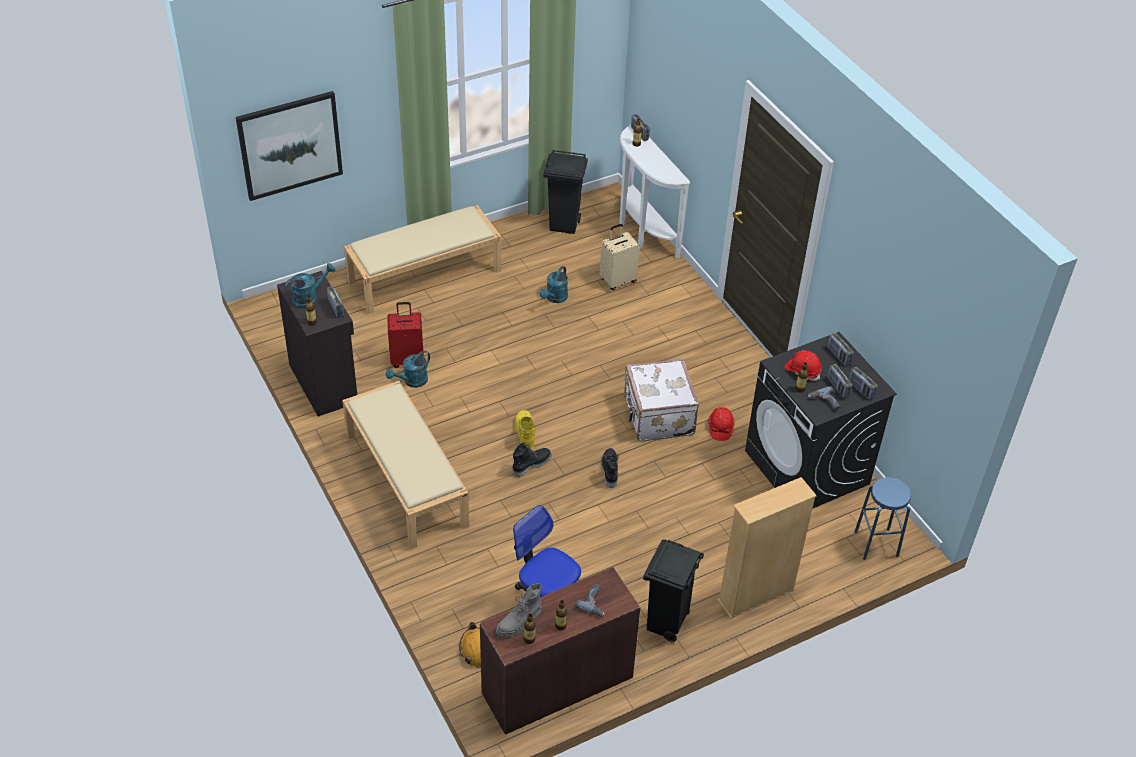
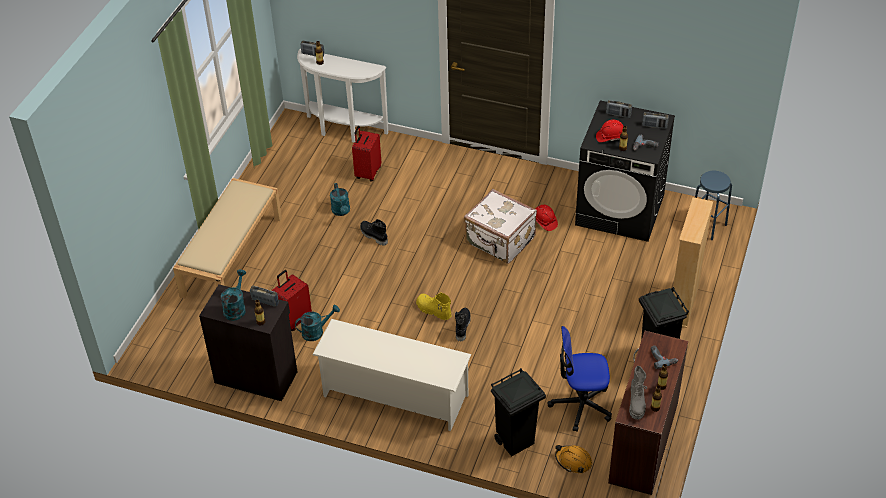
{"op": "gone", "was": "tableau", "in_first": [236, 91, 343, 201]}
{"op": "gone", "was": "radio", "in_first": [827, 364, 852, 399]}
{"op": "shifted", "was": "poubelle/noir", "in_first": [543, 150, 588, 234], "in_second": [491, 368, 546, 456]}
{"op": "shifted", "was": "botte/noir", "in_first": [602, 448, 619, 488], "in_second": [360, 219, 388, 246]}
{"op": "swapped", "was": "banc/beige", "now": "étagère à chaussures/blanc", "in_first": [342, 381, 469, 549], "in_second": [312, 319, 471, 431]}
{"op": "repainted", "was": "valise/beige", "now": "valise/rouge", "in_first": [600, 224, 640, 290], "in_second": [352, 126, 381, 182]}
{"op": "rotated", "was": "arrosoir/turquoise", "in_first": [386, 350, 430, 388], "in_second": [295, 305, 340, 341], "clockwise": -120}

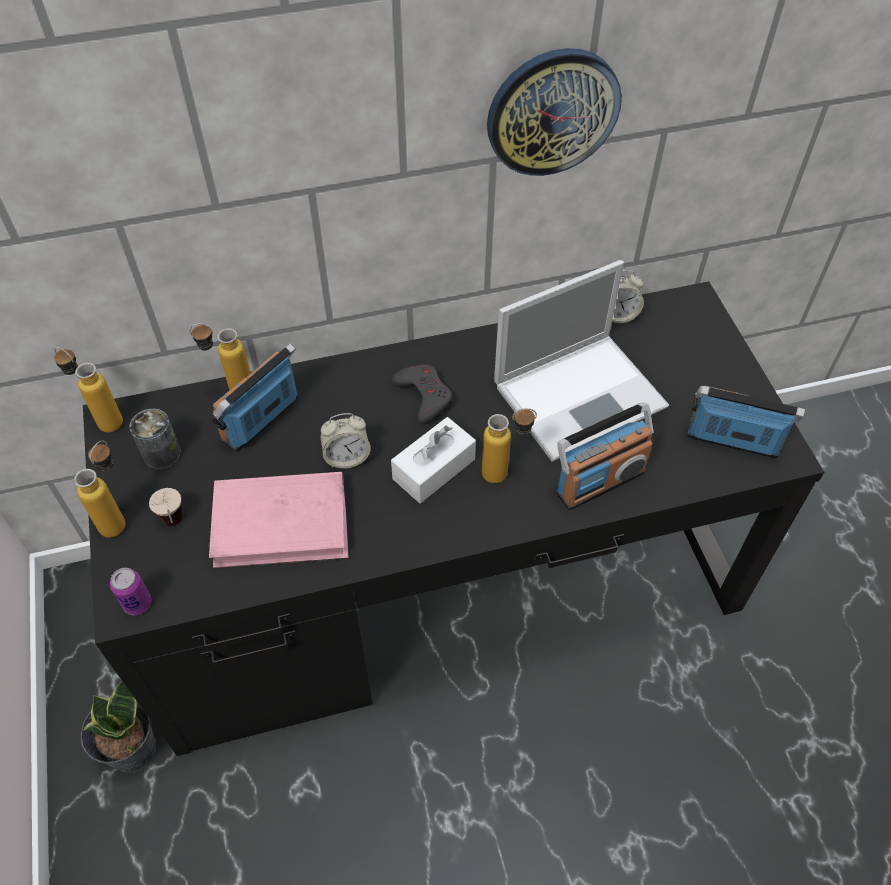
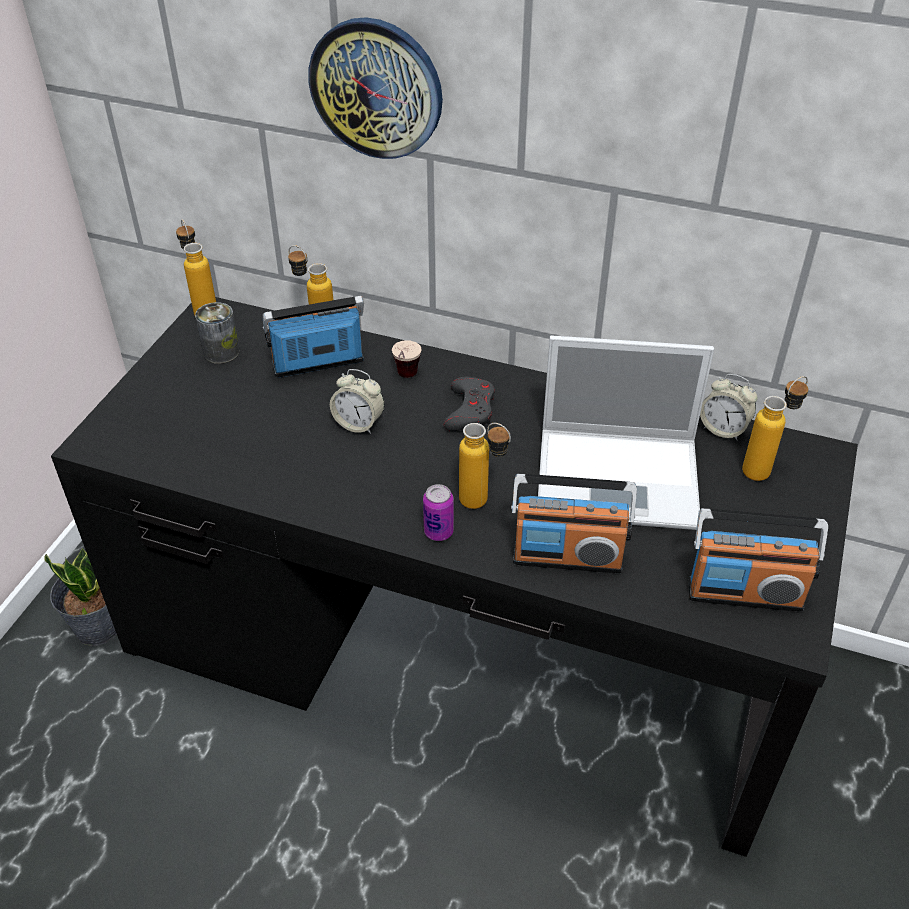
{"op": "gone", "was": "livre/rose", "in_first": [209, 472, 349, 568]}
{"op": "gone", "was": "boîte à mouchoirs/blanc", "in_first": [391, 417, 476, 503]}
{"op": "shifted", "was": "bouteille", "in_first": [74, 441, 126, 538], "in_second": [742, 376, 808, 481]}
{"op": "shifted", "was": "boîte métallique", "in_first": [110, 568, 151, 615], "in_second": [423, 484, 454, 541]}
{"op": "shifted", "was": "tasse", "in_first": [149, 488, 183, 526], "in_second": [392, 340, 421, 378]}
{"op": "shifted", "was": "horloge murale", "in_first": [487, 48, 622, 176], "in_second": [308, 17, 443, 159]}
{"op": "rotated", "was": "radio", "in_first": [687, 386, 806, 459], "in_second": [689, 508, 828, 612], "clockwise": 135}

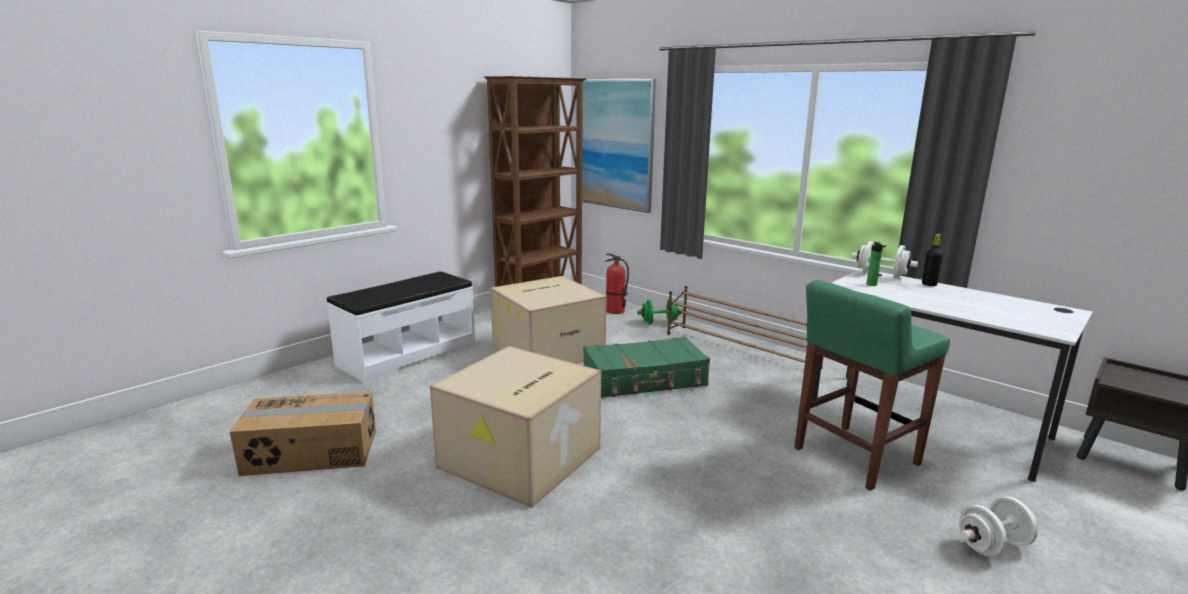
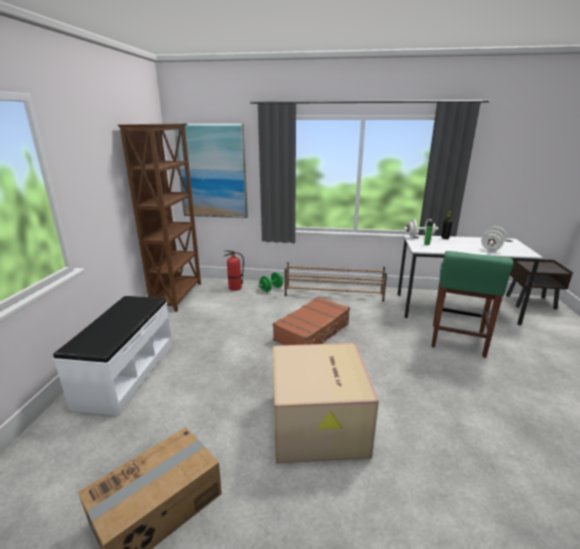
{"op": "gone", "was": "carton", "in_first": [491, 276, 607, 364]}
{"op": "shifted", "was": "haltère/blanc", "in_first": [959, 497, 1038, 556], "in_second": [481, 227, 507, 251]}
{"op": "repainted", "was": "valise/vert", "now": "valise/marron", "in_first": [583, 336, 710, 398], "in_second": [273, 296, 350, 345]}

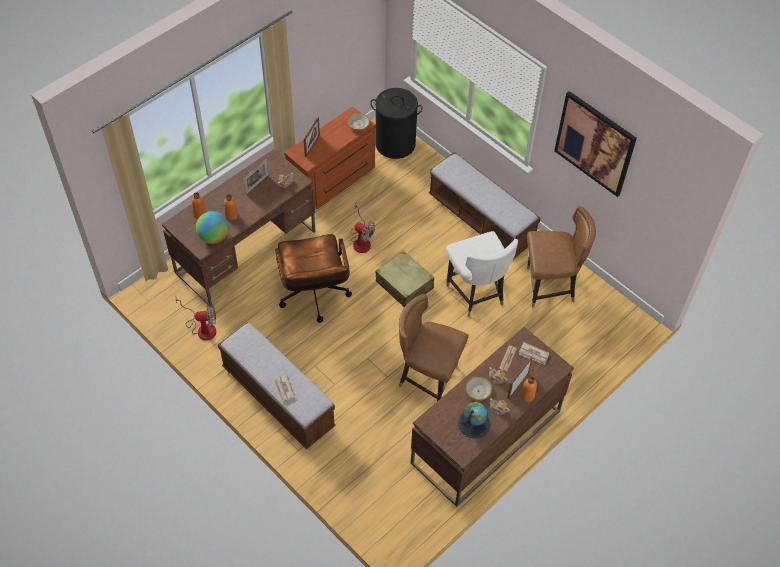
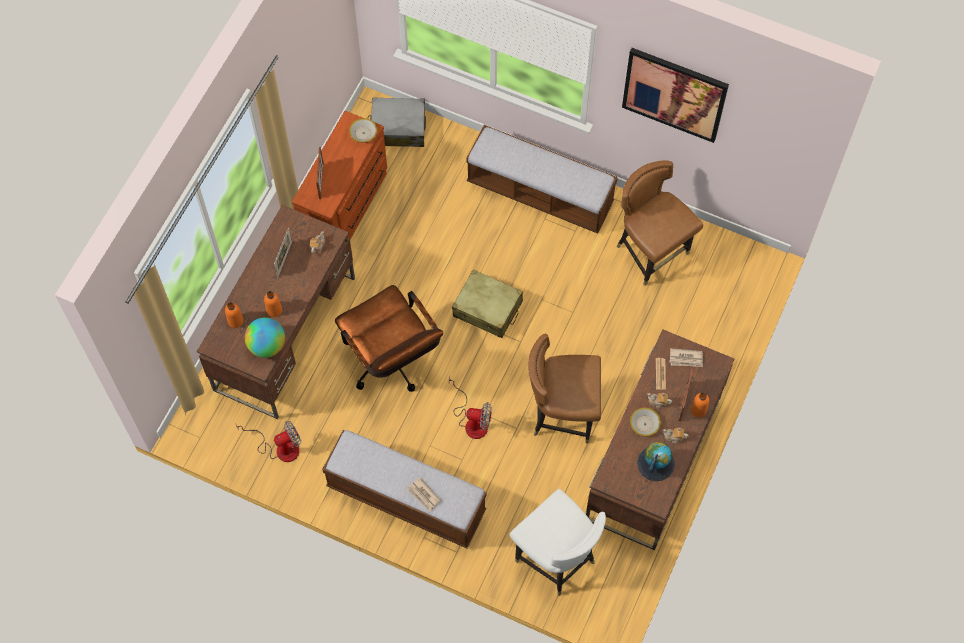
{"op": "shifted", "was": "ventilateur", "in_first": [351, 203, 375, 253], "in_second": [449, 376, 492, 439]}
{"op": "shifted", "was": "chaise/blanc", "in_first": [446, 231, 518, 317], "in_second": [510, 489, 606, 596]}
{"op": "swapped", "was": "panier à linge/noir", "now": "valise/gris", "in_first": [370, 88, 423, 159], "in_second": [367, 97, 426, 147]}
{"op": "rotated", "was": "chaise/marron", "in_first": [527, 206, 596, 308], "in_second": [616, 160, 703, 286], "clockwise": -105}

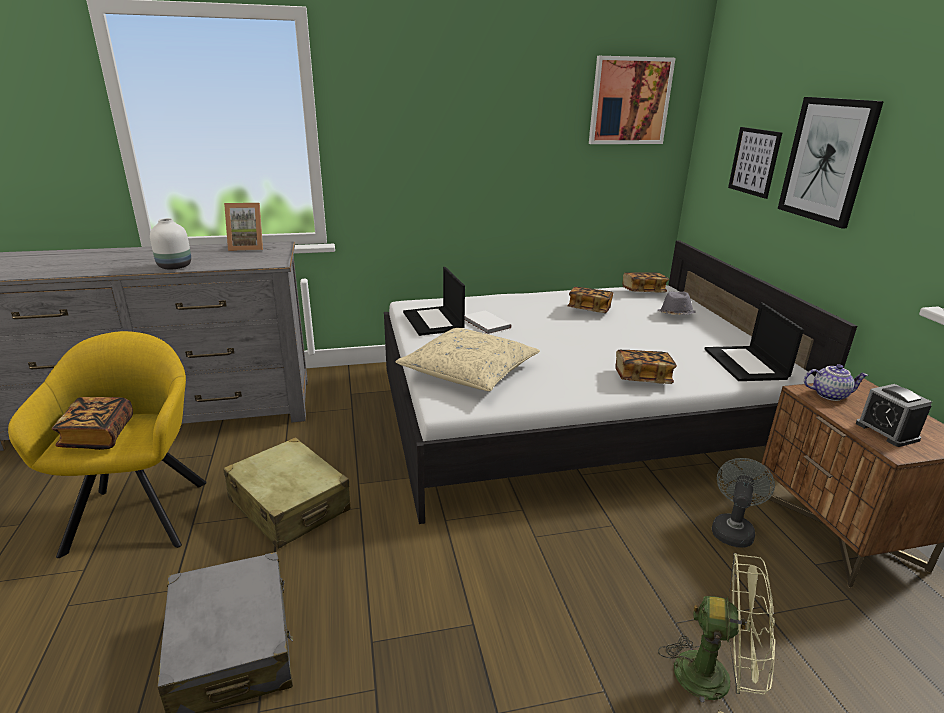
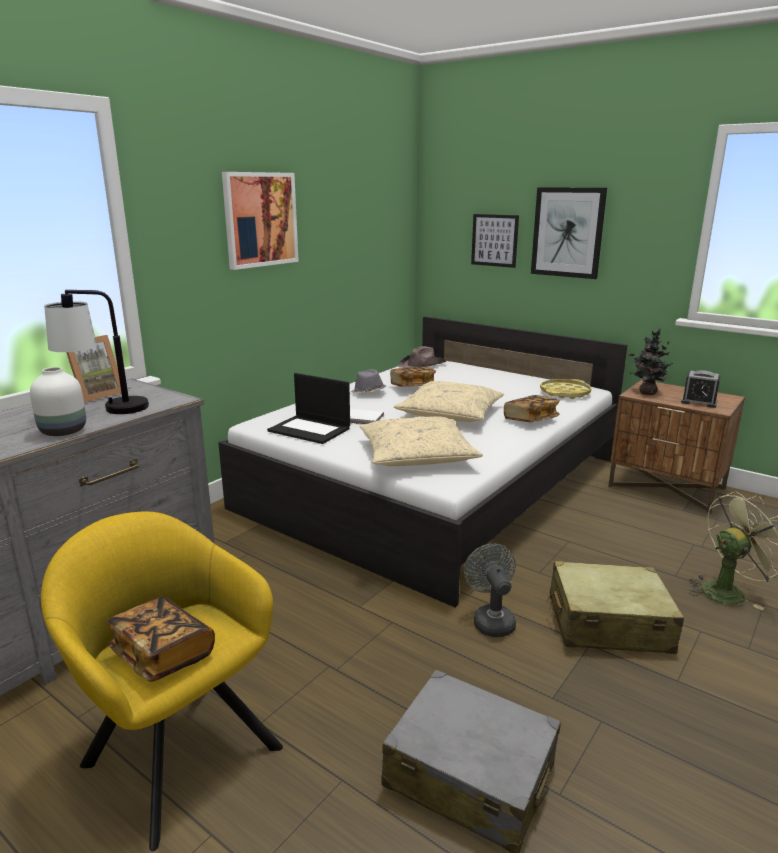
{"op": "new", "now": "lampe de table", "in_second": [44, 290, 149, 414]}
{"op": "new", "now": "coussin/beige", "in_second": [394, 381, 504, 422]}
{"op": "shifted", "was": "valise/beige", "in_first": [223, 437, 350, 549], "in_second": [547, 561, 684, 654]}
{"op": "shifted", "was": "tableau", "in_first": [589, 56, 675, 144], "in_second": [222, 172, 299, 270]}
{"op": "shifted", "was": "chapeau/gris", "in_first": [658, 292, 696, 315], "in_second": [351, 369, 386, 393]}
{"op": "shifted", "was": "ventilateur/gris", "in_first": [712, 458, 775, 548], "in_second": [464, 544, 516, 637]}
{"op": "swapped", "was": "livre", "now": "chapeau/marron", "in_first": [623, 272, 669, 293], "in_second": [398, 346, 446, 368]}
{"op": "swapped", "was": "ordinateur portable", "now": "plateau/jaune", "in_first": [705, 302, 804, 381], "in_second": [540, 379, 591, 399]}
{"op": "swapped", "was": "théière", "now": "plante en pot", "in_first": [804, 364, 868, 401], "in_second": [628, 328, 678, 395]}

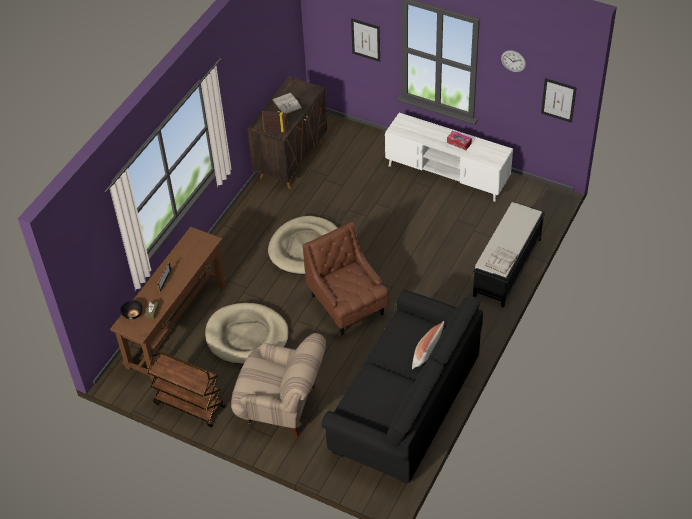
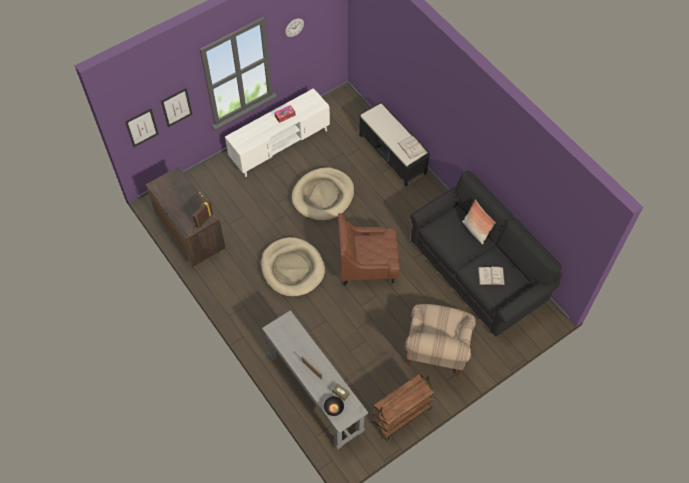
{"op": "shifted", "was": "panier pour chien/beige", "in_first": [205, 303, 289, 365], "in_second": [292, 167, 354, 221]}
{"op": "shifted", "was": "livre/blanc", "in_first": [272, 93, 302, 114], "in_second": [478, 266, 505, 285]}
{"op": "shifted", "was": "tableau", "in_first": [541, 78, 577, 123], "in_second": [125, 108, 159, 147]}
{"op": "repainted", "was": "table console/marron", "now": "table console/gris", "in_first": [110, 227, 226, 381], "in_second": [262, 310, 368, 450]}
{"op": "rotated", "was": "fauteuil/beige", "in_first": [231, 333, 326, 437], "in_second": [405, 304, 476, 376], "clockwise": 150}

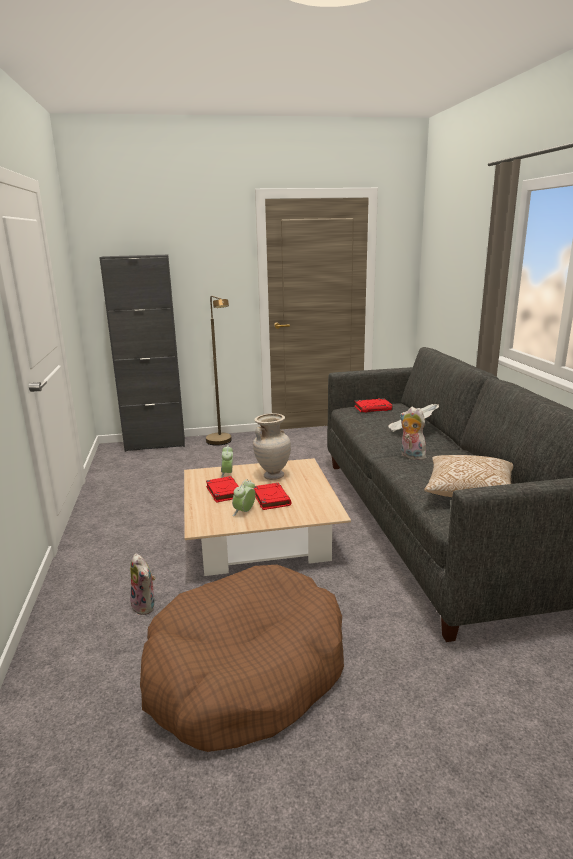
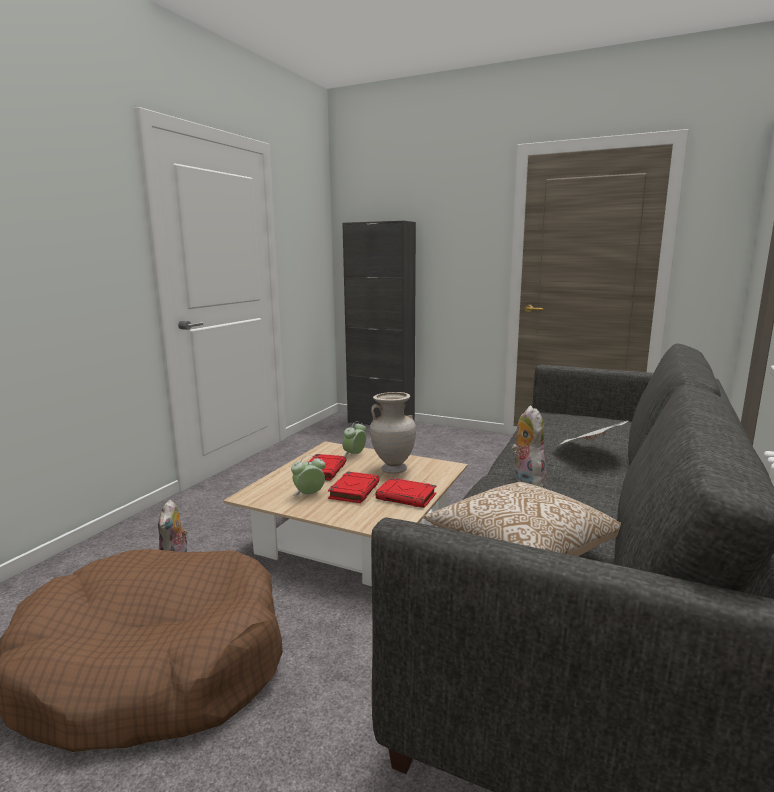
{"op": "gone", "was": "lampadaire/marron", "in_first": [206, 296, 232, 446]}
{"op": "shifted", "was": "livre/rouge", "in_first": [354, 399, 393, 413], "in_second": [375, 478, 436, 508]}

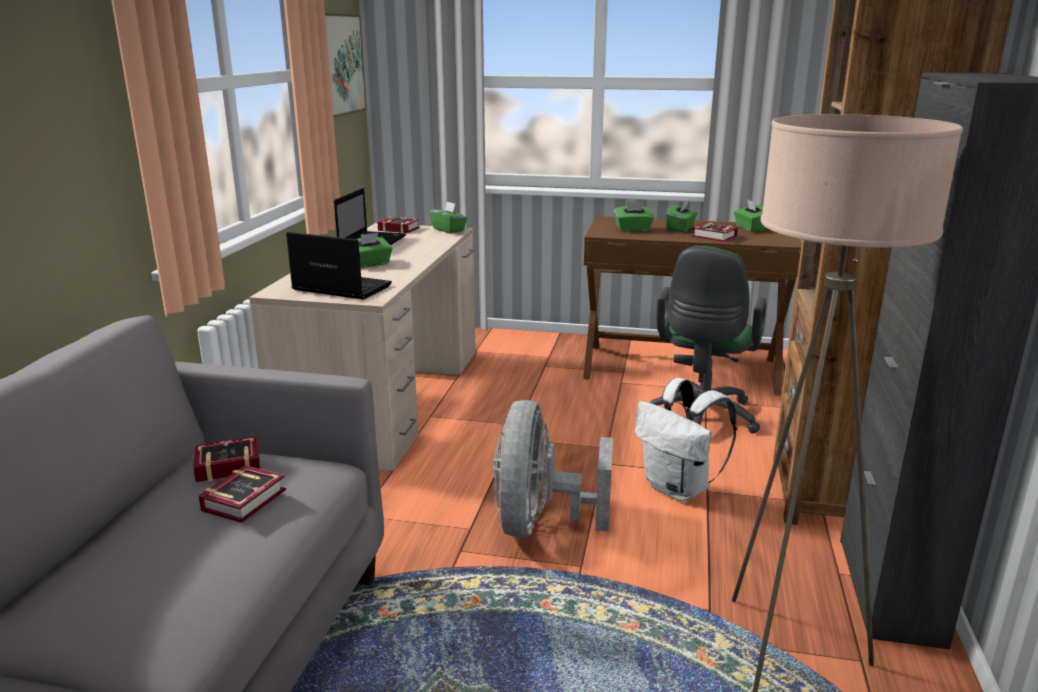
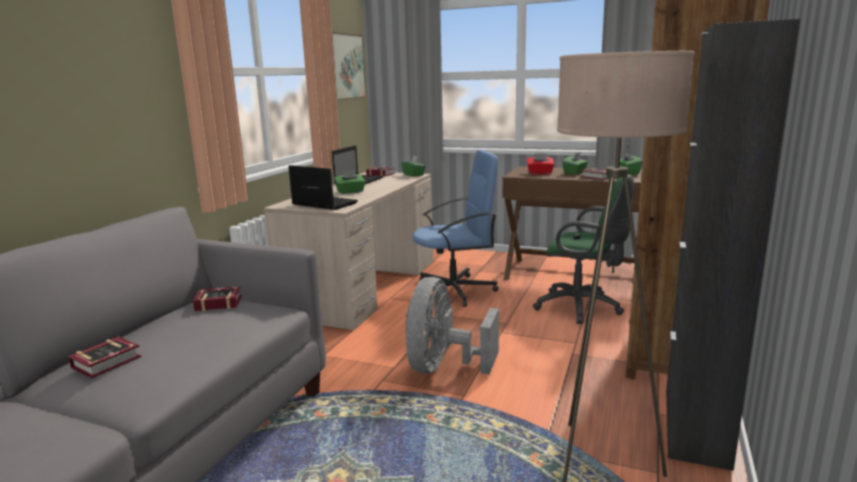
{"op": "gone", "was": "sac à dos/blanc", "in_first": [635, 378, 737, 501]}
{"op": "new", "now": "chaise de bureau/bleu", "in_second": [412, 149, 499, 307]}
{"op": "shifted", "was": "livre", "in_first": [199, 465, 286, 523], "in_second": [68, 336, 142, 378]}
{"op": "repainted", "was": "boîte à mouchoirs/vert", "now": "boîte à mouchoirs/rouge", "in_first": [614, 202, 654, 232], "in_second": [527, 153, 554, 174]}
{"op": "rotated", "was": "chaise de bureau/vert", "in_first": [650, 246, 766, 434], "in_second": [533, 174, 634, 324], "clockwise": -90}

